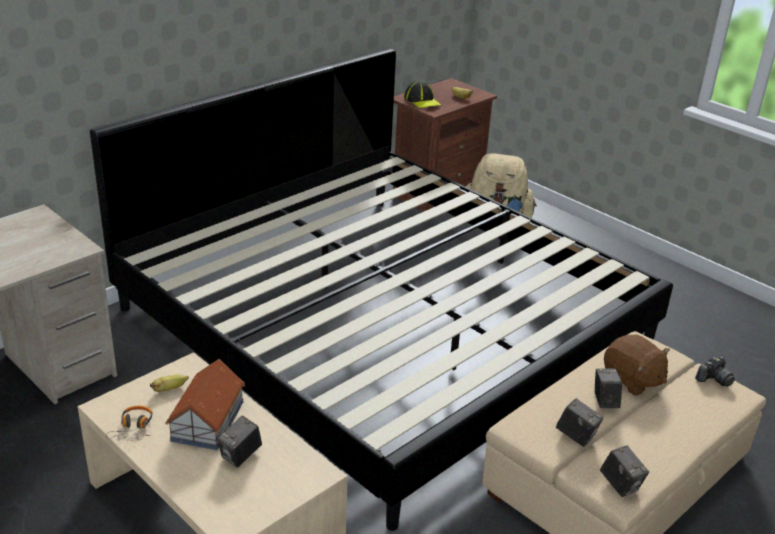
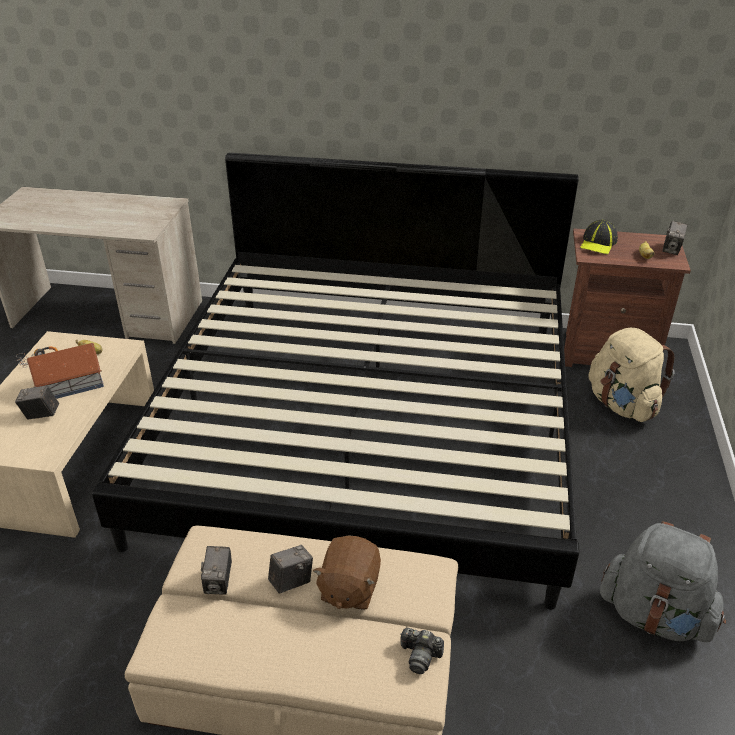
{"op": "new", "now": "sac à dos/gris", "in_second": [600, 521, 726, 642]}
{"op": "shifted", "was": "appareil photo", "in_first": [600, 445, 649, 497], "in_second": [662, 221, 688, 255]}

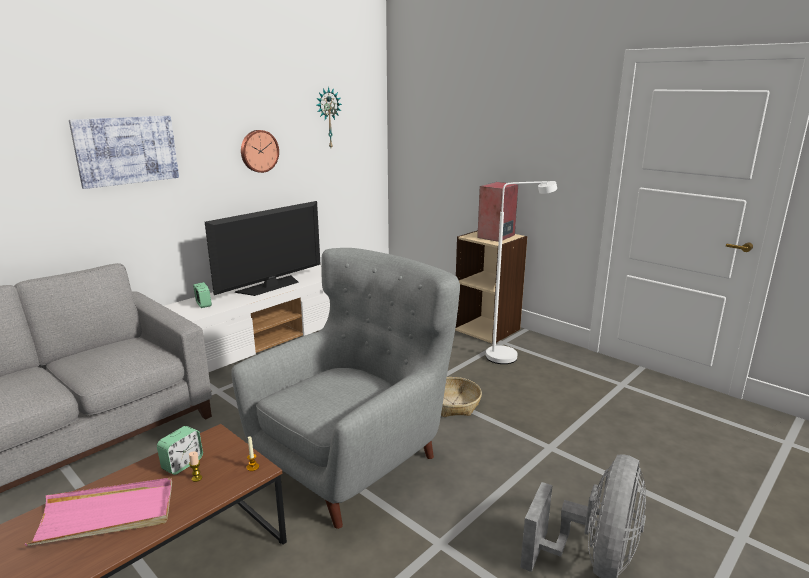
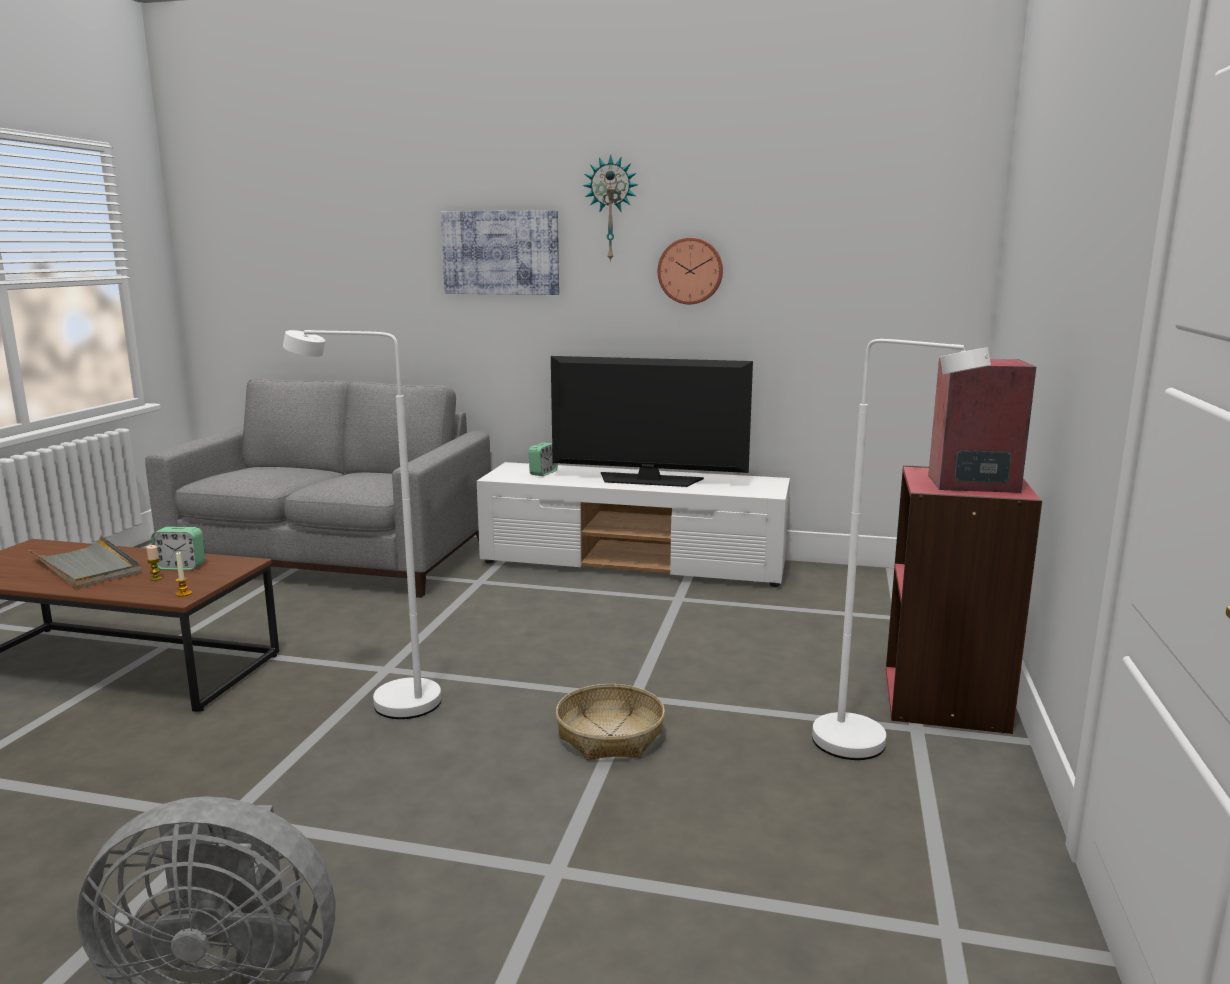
{"op": "shifted", "was": "horloge murale", "in_first": [317, 87, 342, 148], "in_second": [583, 154, 638, 263]}
{"op": "swapped", "was": "fauteuil/gris", "now": "lampadaire/blanc", "in_first": [231, 248, 460, 529], "in_second": [283, 330, 441, 719]}
{"op": "repainted", "was": "plateau/rose", "now": "plateau/gris", "in_first": [25, 478, 172, 546], "in_second": [29, 535, 141, 588]}
{"op": "repainted", "was": "bibliothèque/beige", "now": "bibliothèque/rouge", "in_first": [455, 230, 527, 344], "in_second": [886, 465, 1042, 734]}

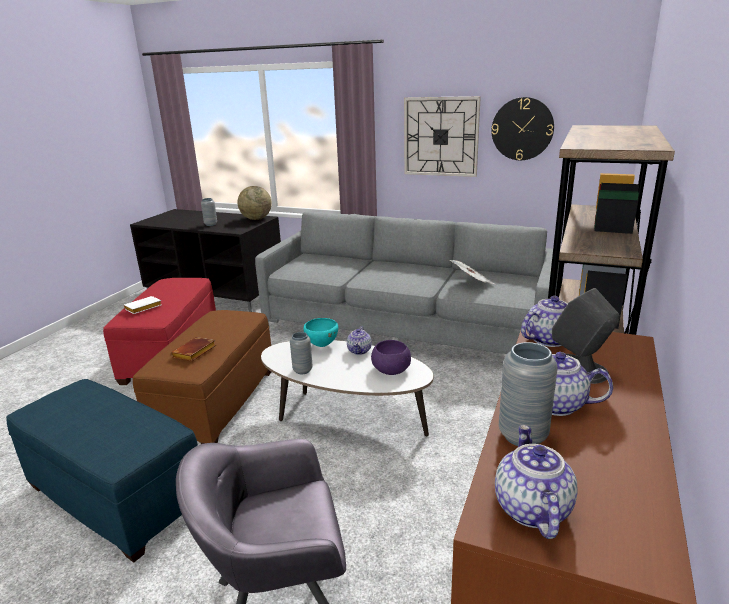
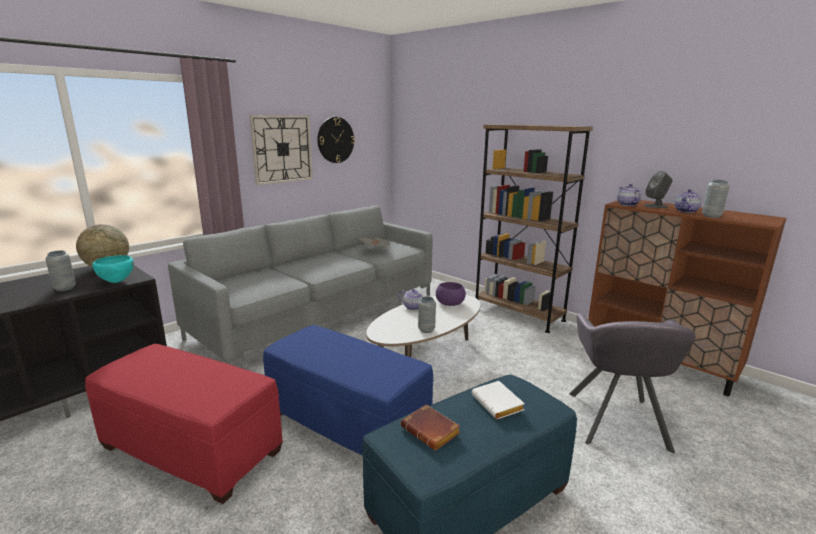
{"op": "gone", "was": "théière", "in_first": [495, 425, 578, 539]}
{"op": "shifted", "was": "livre/blanc", "in_first": [124, 296, 162, 314], "in_second": [472, 381, 525, 419]}
{"op": "shifted", "was": "livre/marron", "in_first": [171, 337, 216, 361], "in_second": [401, 404, 461, 451]}
{"op": "shifted", "was": "bol/turquoise", "in_first": [303, 318, 338, 347], "in_second": [92, 255, 134, 283]}
{"op": "repainted", "was": "pouf/marron", "now": "pouf/bleu", "in_first": [133, 310, 271, 444], "in_second": [263, 325, 434, 455]}

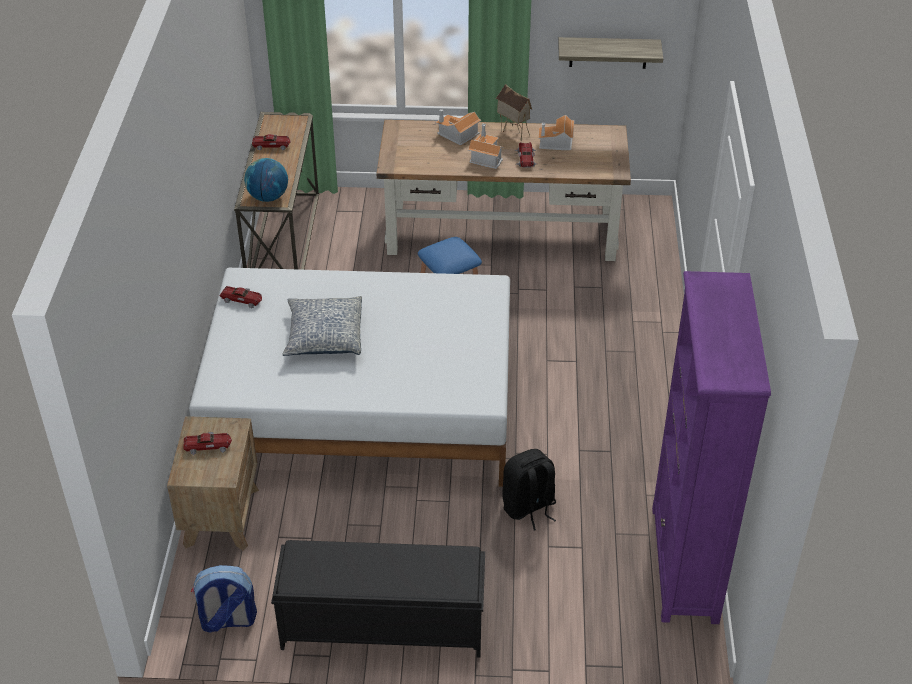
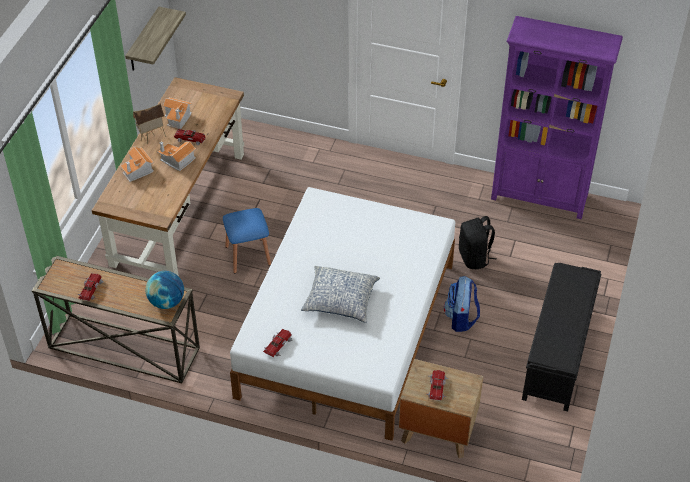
{"op": "shifted", "was": "sac à dos", "in_first": [191, 565, 257, 633], "in_second": [444, 276, 480, 332]}

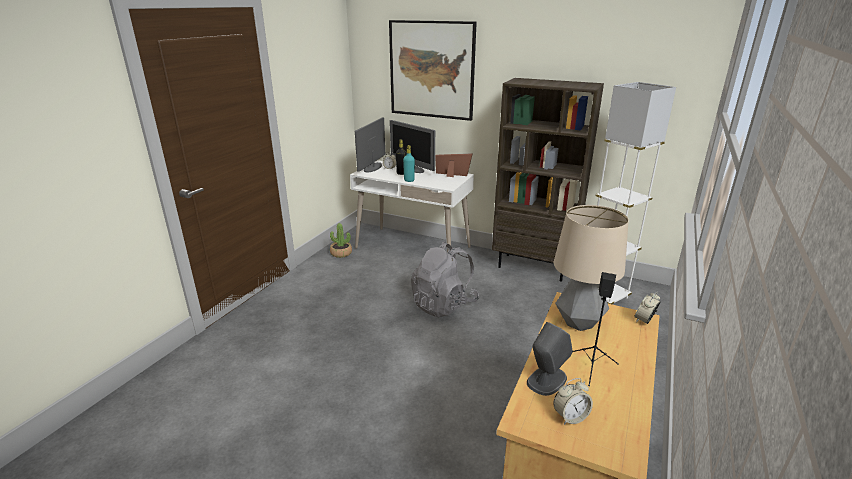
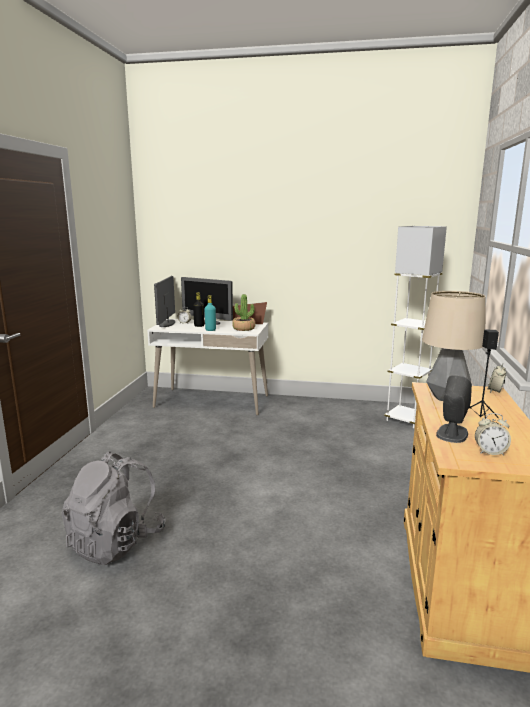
{"op": "gone", "was": "tableau", "in_first": [389, 20, 477, 121]}
{"op": "gone", "was": "bibliothèque/marron", "in_first": [492, 78, 604, 282]}
{"op": "shifted", "was": "plante en pot", "in_first": [330, 223, 352, 258], "in_second": [232, 294, 256, 331]}
{"op": "shifted", "was": "sac à dos/gris", "in_first": [411, 242, 479, 318], "in_second": [61, 451, 166, 565]}
{"op": "rotated", "was": "réveil", "in_first": [553, 378, 593, 425], "in_second": [475, 413, 511, 456], "clockwise": 45}

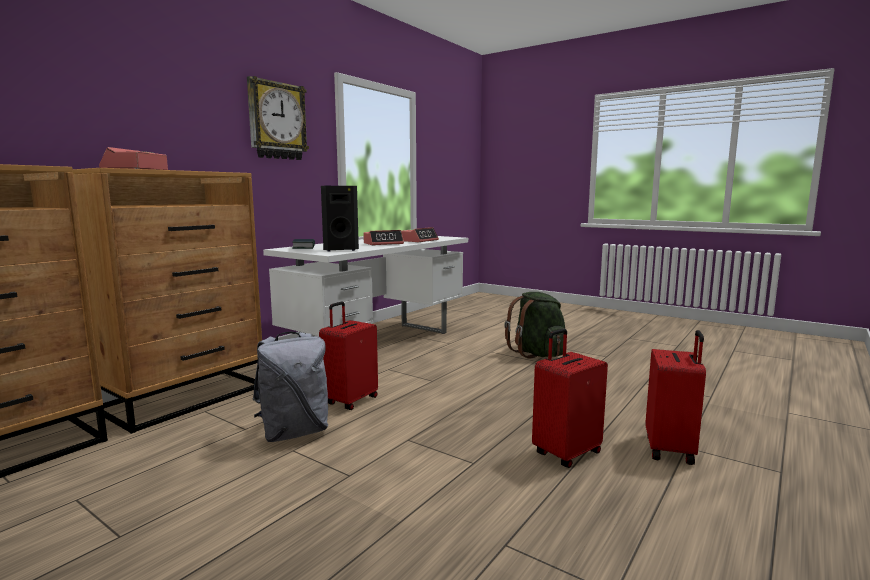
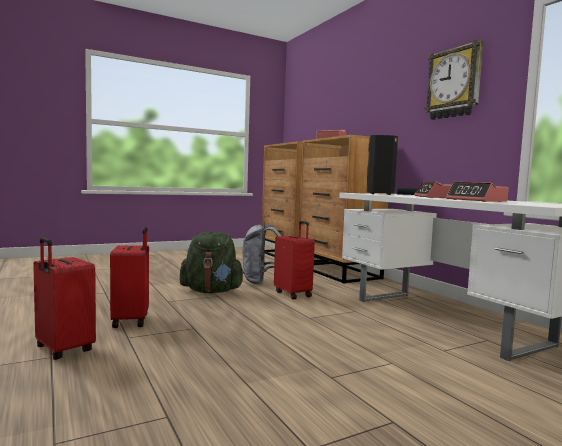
{"op": "shifted", "was": "sac à dos/vert", "in_first": [504, 292, 565, 358], "in_second": [180, 232, 245, 293]}

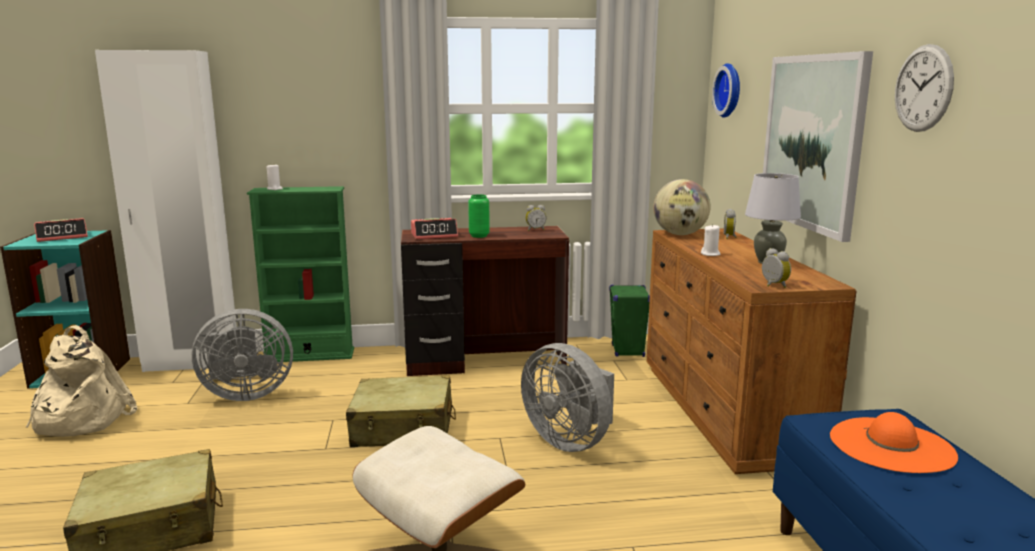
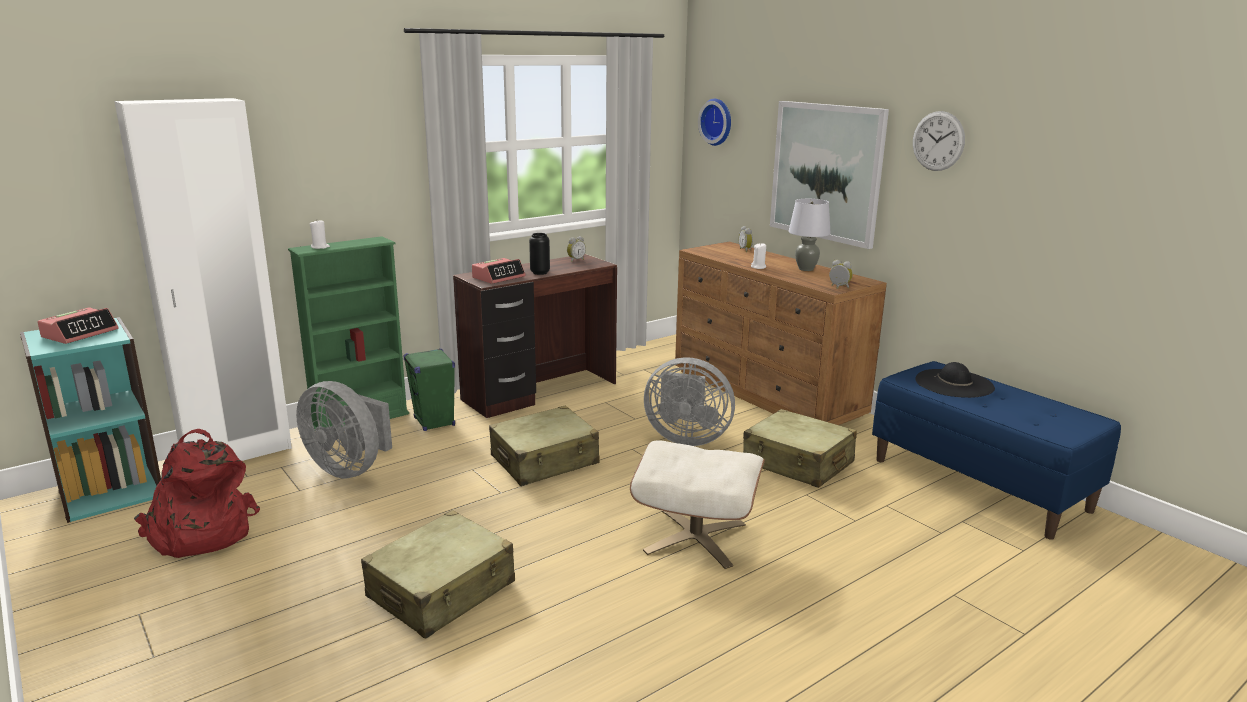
{"op": "gone", "was": "globe", "in_first": [653, 179, 710, 235]}
{"op": "new", "now": "valise/beige", "in_second": [743, 409, 857, 488]}
{"op": "shifted", "was": "enceinte/vert", "in_first": [609, 285, 650, 357], "in_second": [403, 348, 455, 431]}
{"op": "repainted", "was": "sac à dos/beige", "now": "sac à dos/rouge", "in_first": [26, 325, 137, 437], "in_second": [134, 429, 260, 558]}
{"op": "repainted", "was": "vase/vert", "now": "vase/noir", "in_first": [468, 194, 490, 238], "in_second": [529, 233, 550, 275]}
{"op": "repainted", "was": "chapeau/orange", "now": "chapeau/noir", "in_first": [830, 412, 958, 473], "in_second": [915, 362, 995, 398]}
{"op": "rotated", "was": "ventilateur/gris", "in_first": [192, 309, 293, 401], "in_second": [296, 381, 392, 479], "clockwise": 75}

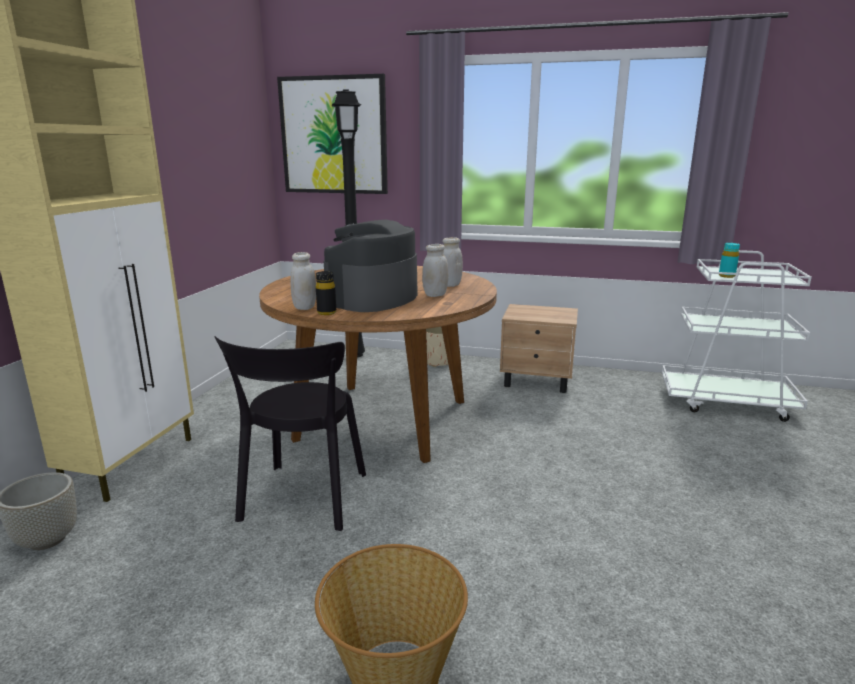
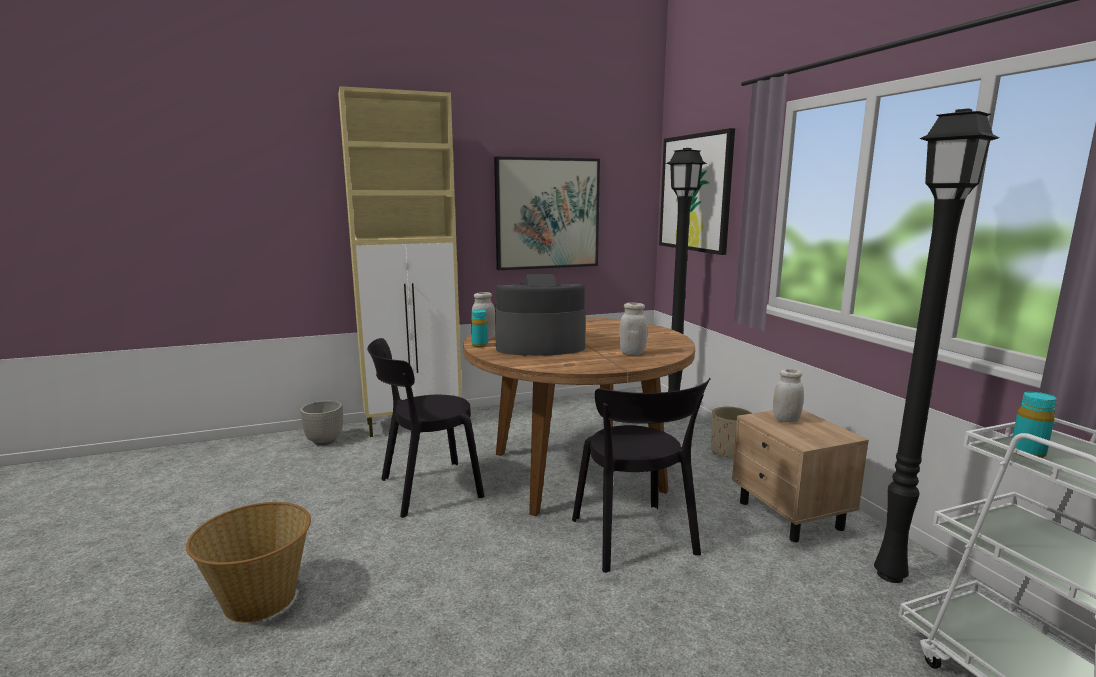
{"op": "new", "now": "tableau", "in_second": [494, 157, 600, 270]}
{"op": "new", "now": "chaise/noir", "in_second": [572, 378, 711, 573]}
{"op": "new", "now": "lampadaire/noir", "in_second": [874, 108, 999, 583]}
{"op": "shifted", "was": "bocal/blanc", "in_first": [422, 244, 448, 297], "in_second": [773, 369, 804, 423]}
{"op": "repainted", "was": "bouteille/noir", "now": "bouteille/turquoise", "in_first": [316, 271, 336, 315], "in_second": [471, 310, 488, 347]}

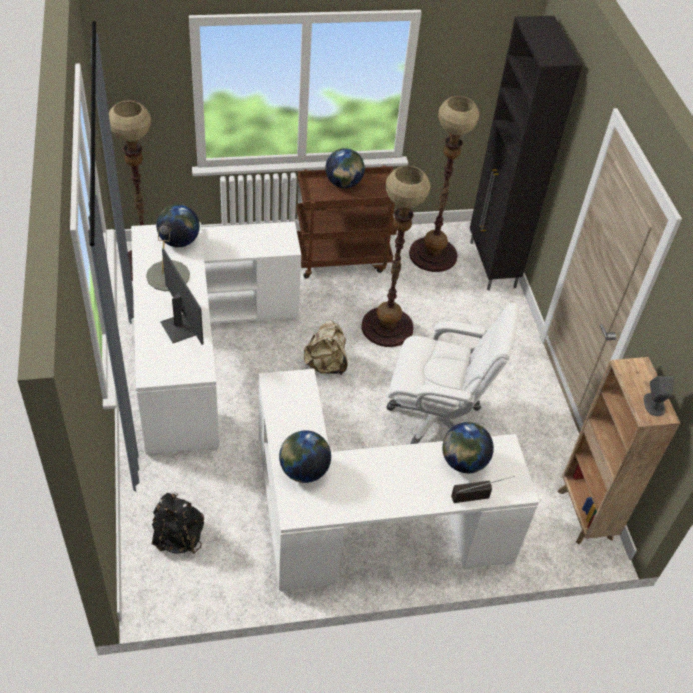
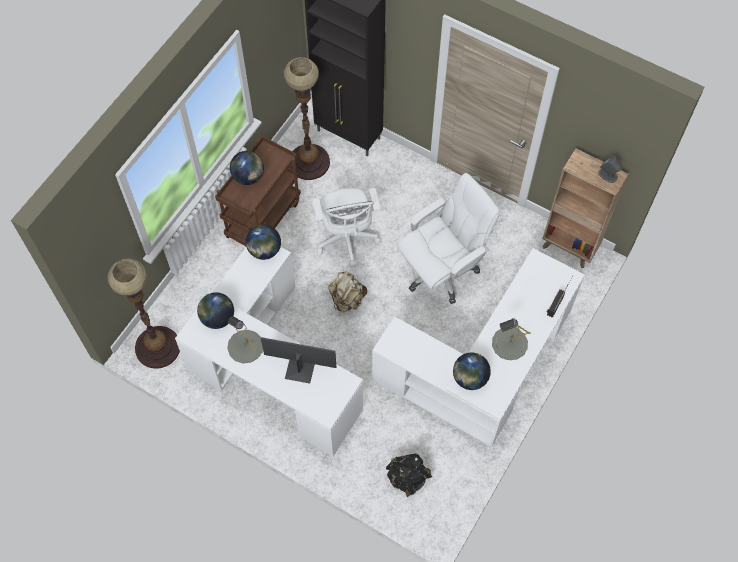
{"op": "new", "now": "lampe de table/gris", "in_second": [492, 318, 531, 360]}
{"op": "shifted", "was": "globe", "in_first": [442, 422, 494, 473], "in_second": [246, 224, 281, 260]}
{"op": "swapped", "was": "lampadaire", "now": "chaise de bureau/blanc", "in_first": [361, 166, 430, 347], "in_second": [313, 188, 381, 268]}

